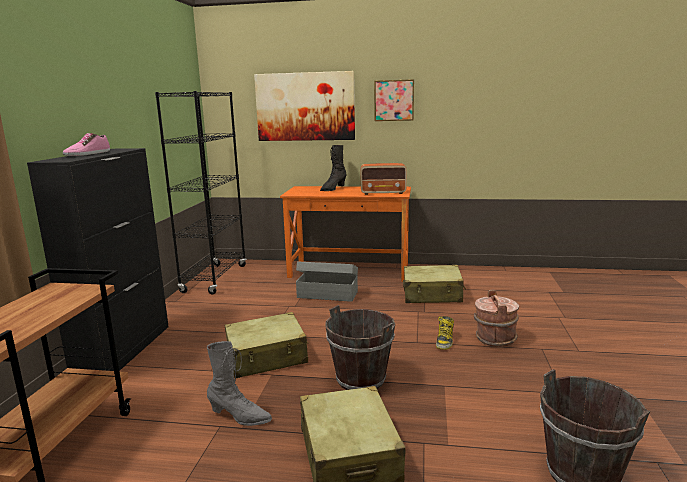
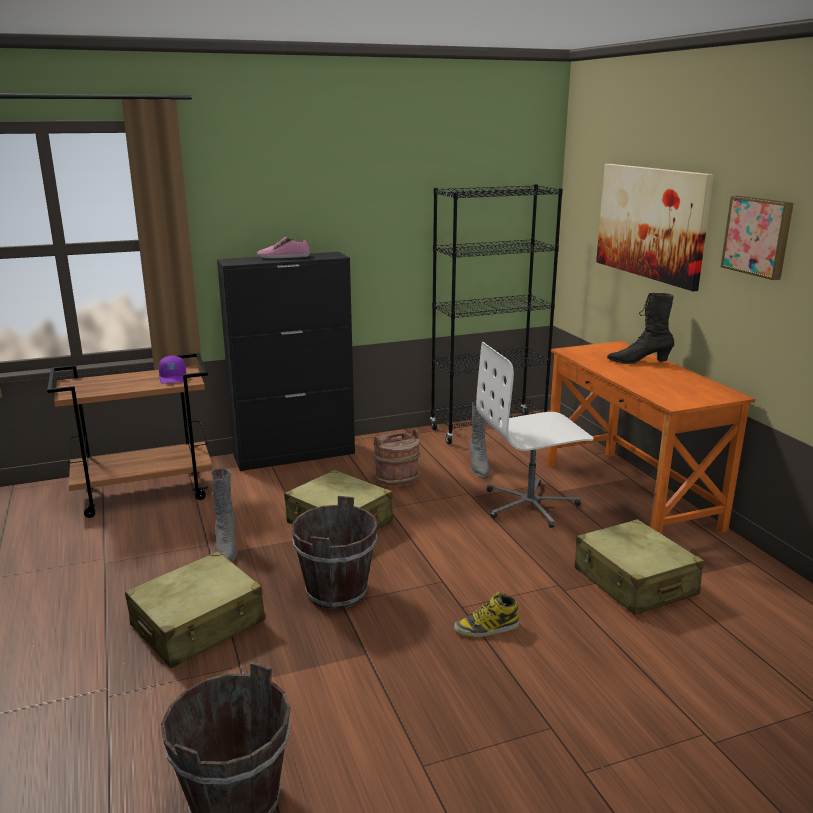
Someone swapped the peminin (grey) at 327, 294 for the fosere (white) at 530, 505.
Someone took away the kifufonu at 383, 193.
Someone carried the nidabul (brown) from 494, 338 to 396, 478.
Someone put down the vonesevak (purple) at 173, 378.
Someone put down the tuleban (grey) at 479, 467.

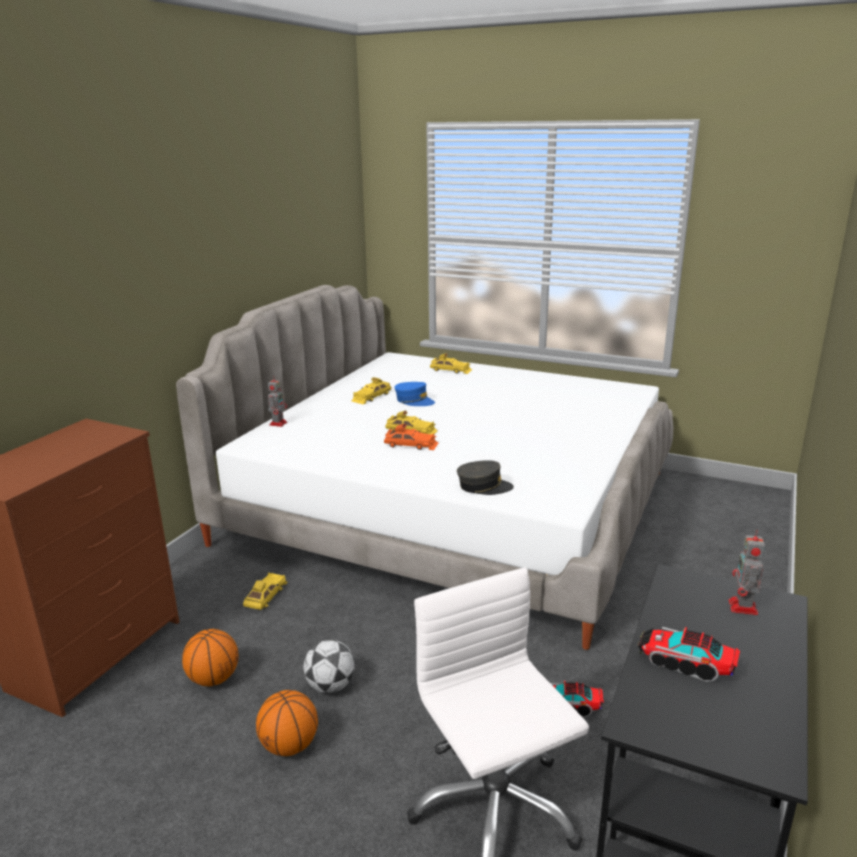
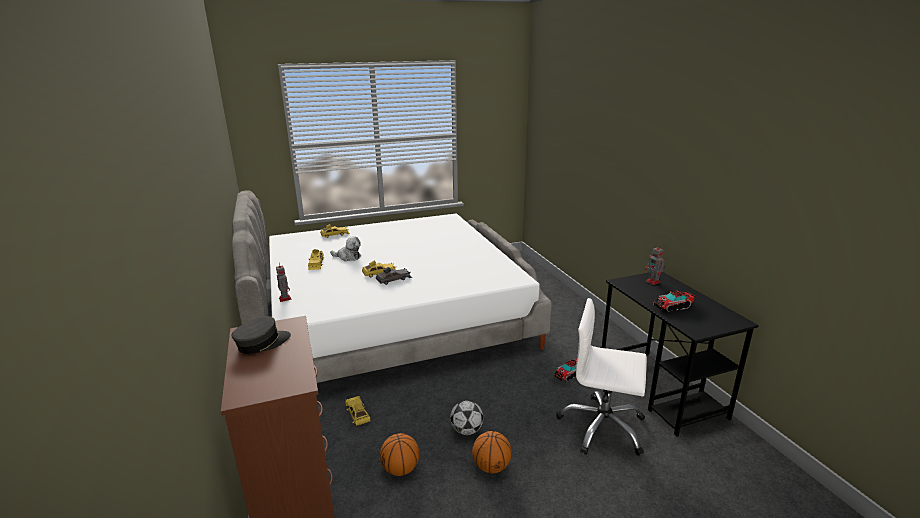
Someone repainted the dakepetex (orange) at 411, 445, which became the dakepetex (grey) at 394, 279.
Someone swapped the vonesevak (blue) at 414, 401 for the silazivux at 348, 257.
Someone carried the vonesevak (grey) from 484, 486 to 262, 343.

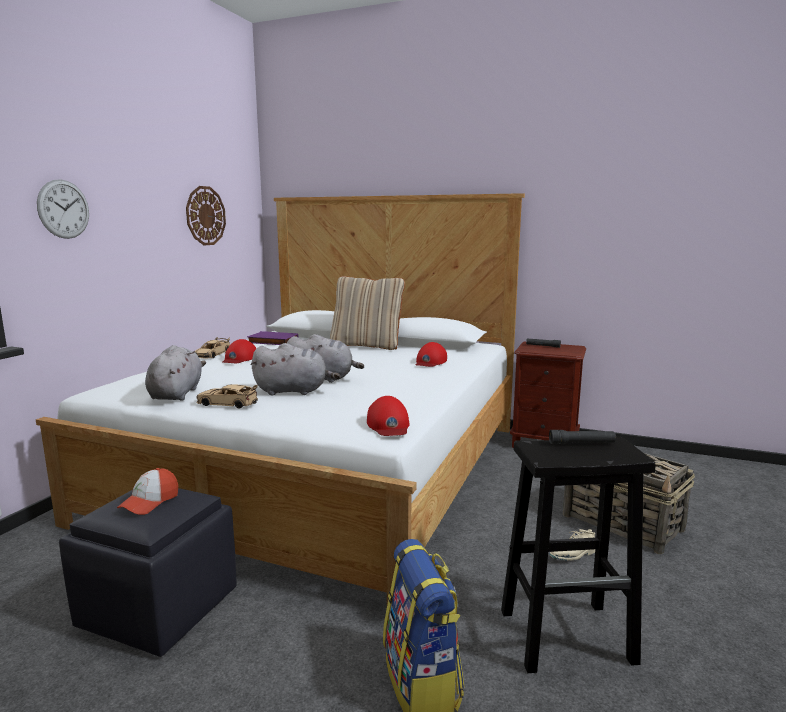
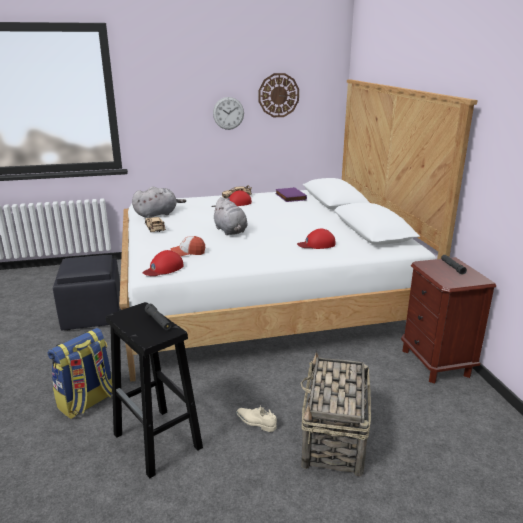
Someone carried the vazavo from 63, 209 to 228, 113.
Someone carried the vonesevak from 150, 502 to 188, 252.
Someone took away the silazivux (grey) at 294, 391.
Someone took away the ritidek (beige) at 367, 345.

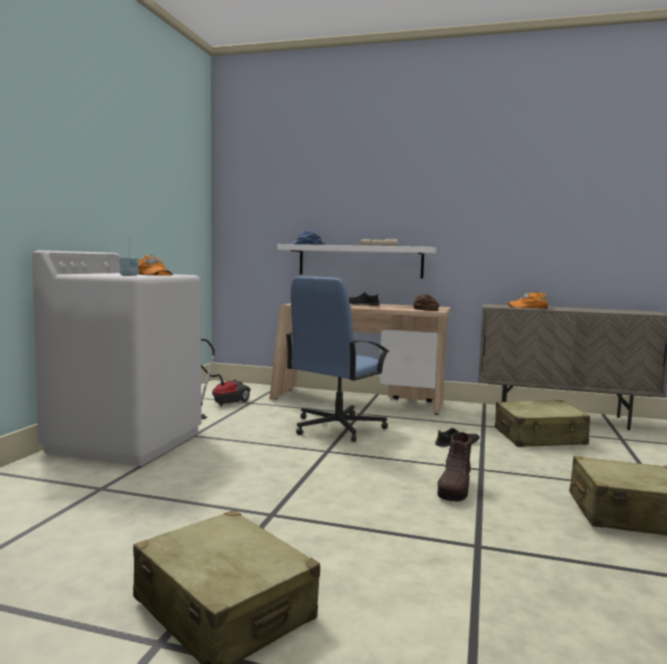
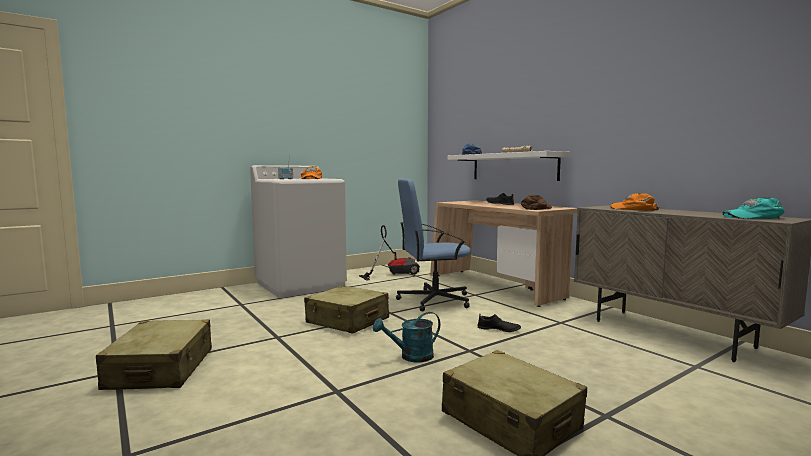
Someone swapped the tuleban (brown) at 454, 490 for the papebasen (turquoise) at 411, 357.
Someone carried the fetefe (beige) from 539, 437 to 347, 321.
Someone put down the vonesevak (turquoise) at 753, 217.

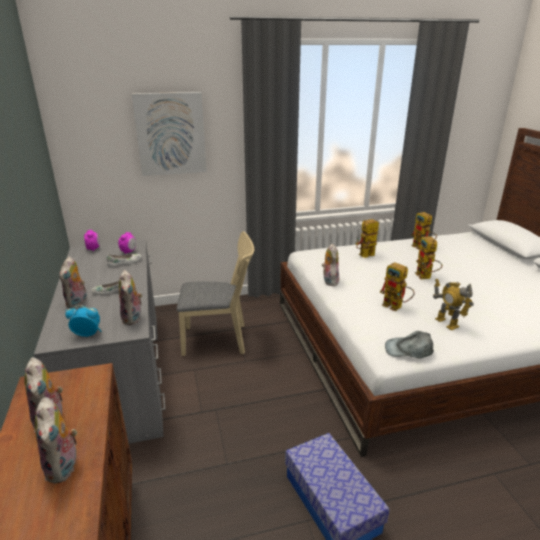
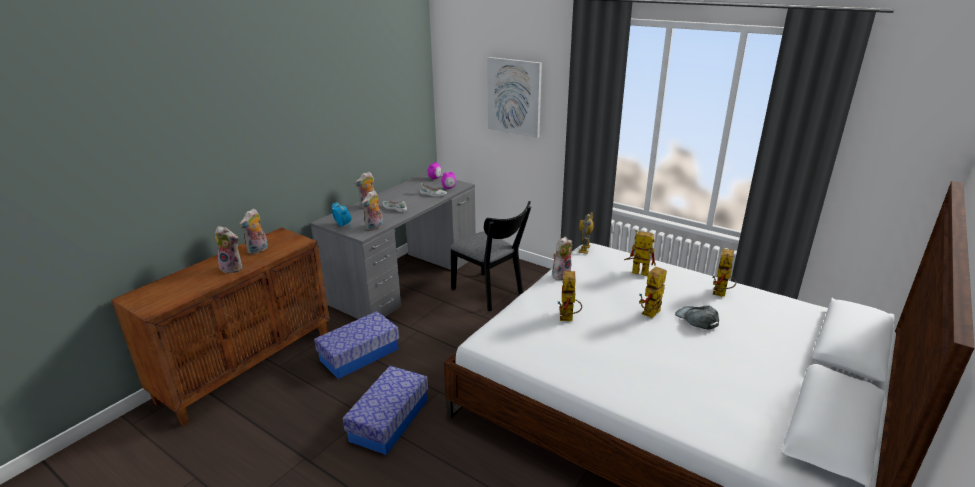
Someone rotated the silazivux at 64, 467 by 105 degrees counterclockwise.
Someone repainted the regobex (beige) at 220, 339, which became the regobex (black) at 490, 293.
Someone carried the vonesevak (grey) from 408, 349 to 697, 319.
Someone carried the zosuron from 446, 323 to 585, 249.
Someone put down the peminin at 359, 354.

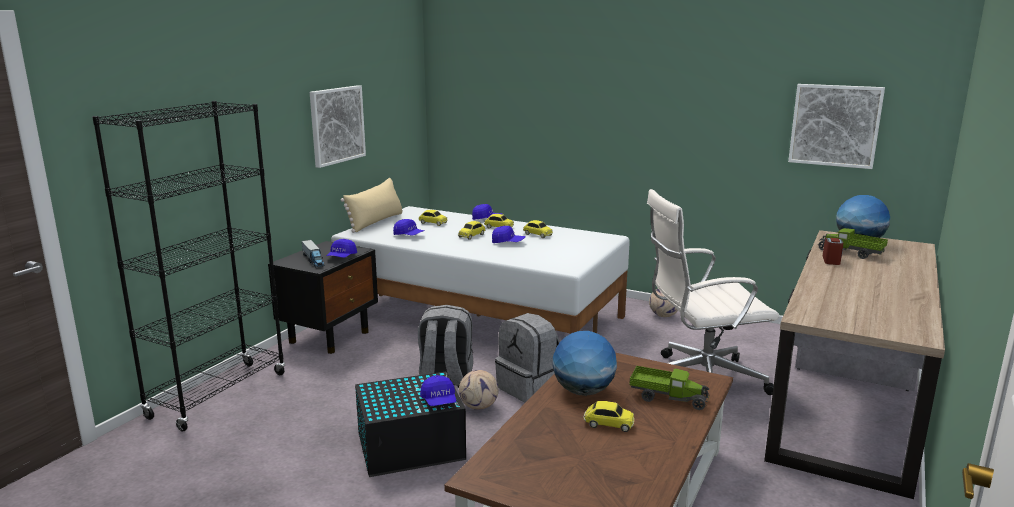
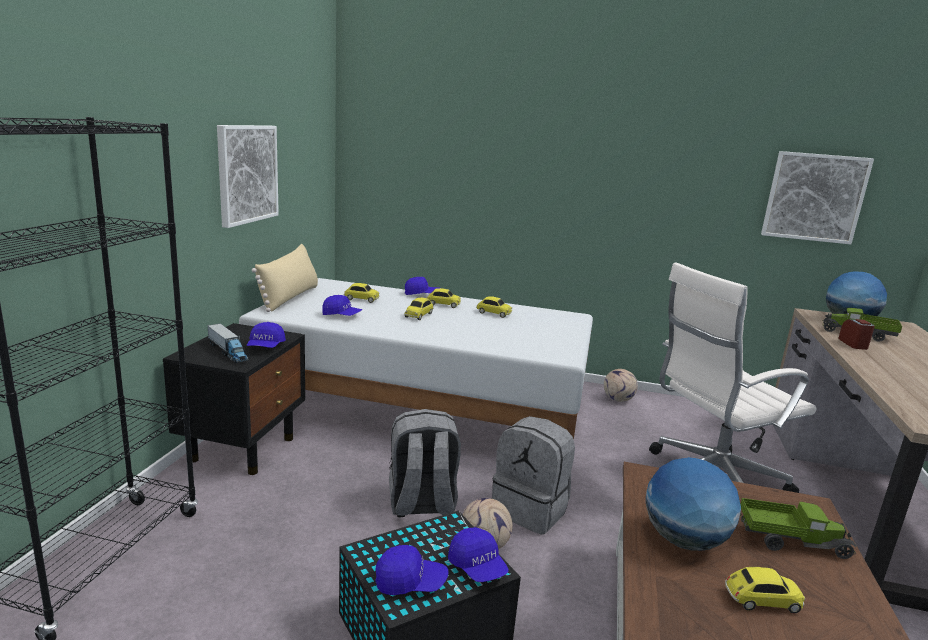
Someone carried the vonesevak (blue) from 508, 242 to 410, 582.

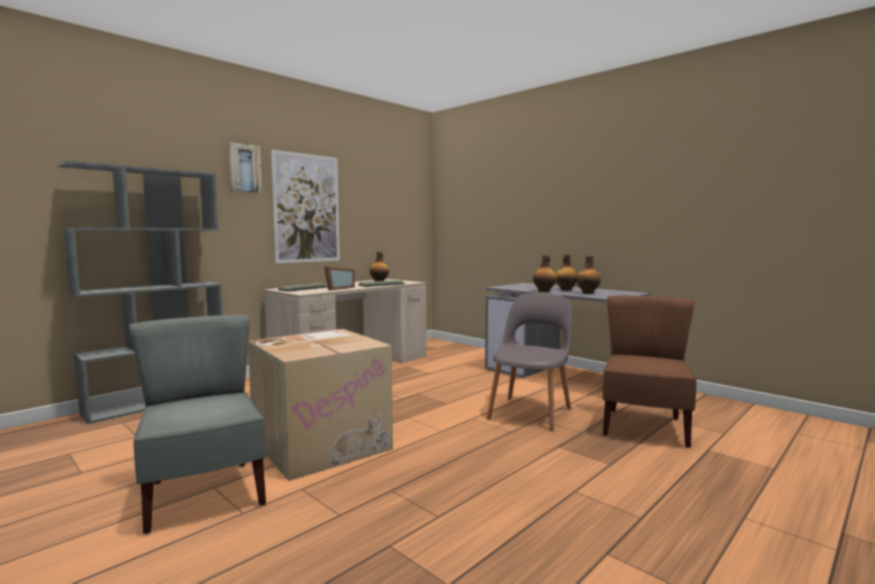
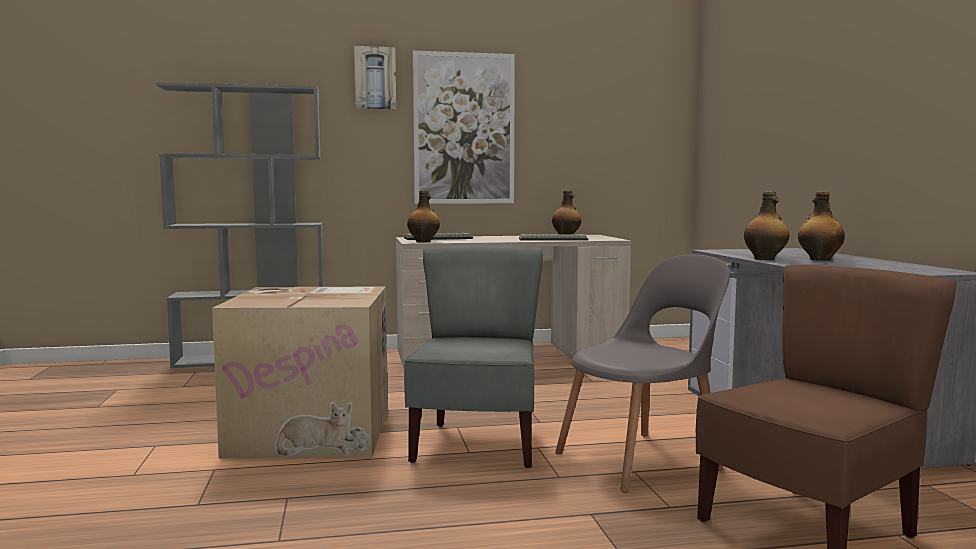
Someone carried the regobex (grey) from 204, 494 to 477, 444.
Someone took away the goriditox at 338, 288.
Someone carried the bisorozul from 588, 293 to 423, 241.

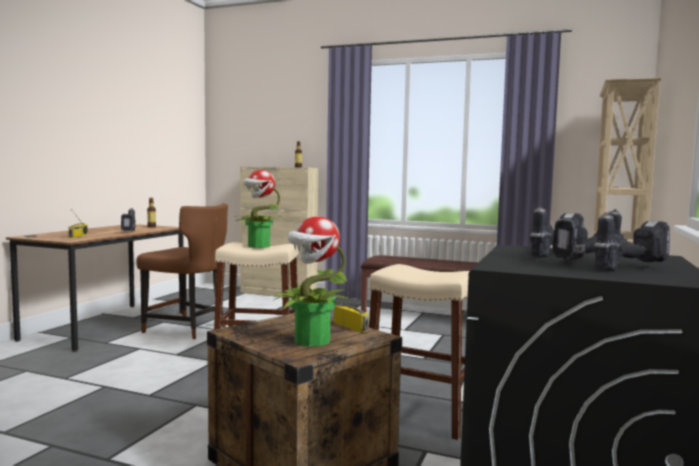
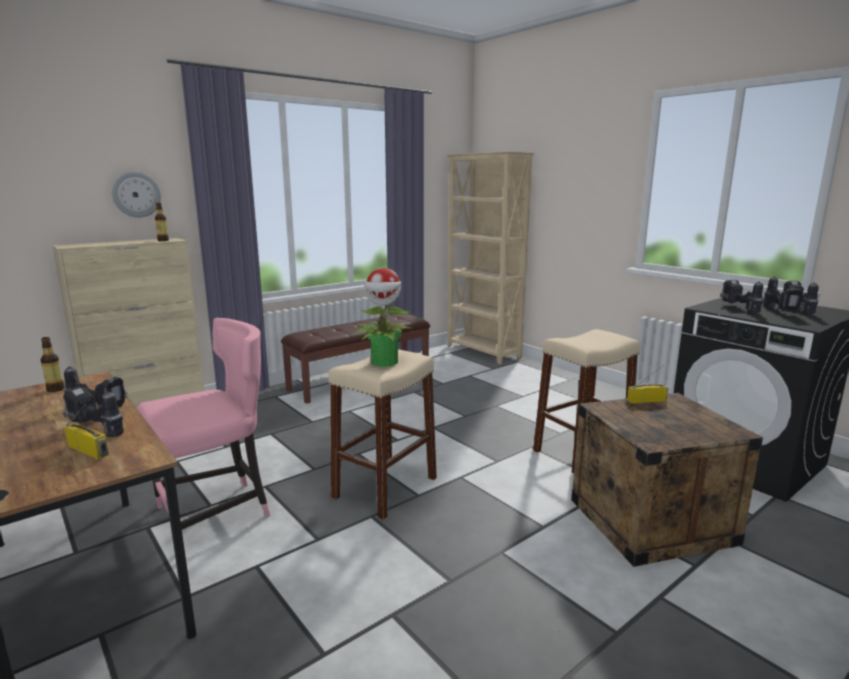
Someone repainted the regobex (brown) at 187, 329, which became the regobex (pink) at 216, 513.
Someone took away the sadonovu at 311, 341.
Someone put down the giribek at 94, 429.
Someone put up the vazavo at 136, 194.

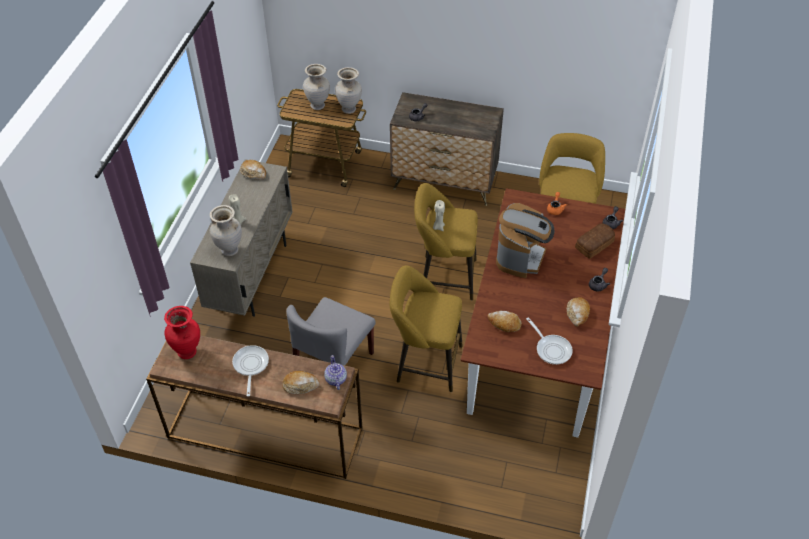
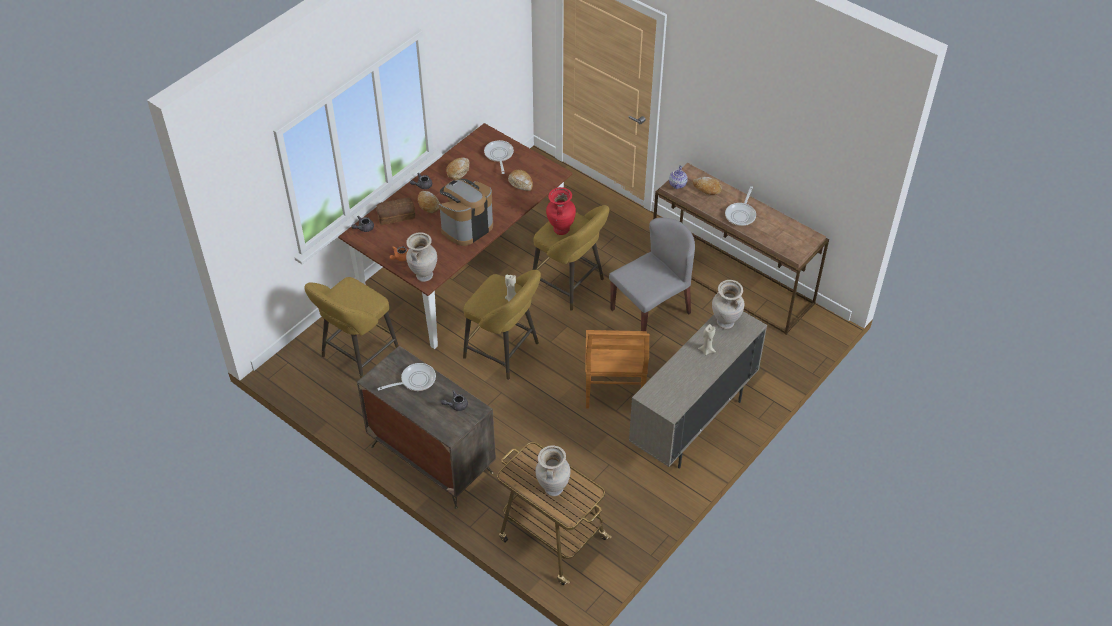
Someone carried the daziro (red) from 188, 351 to 560, 230.
Someone carried the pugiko from 254, 173 to 428, 204.
Someone carried the daziro (beige) from 349, 109 to 423, 276.
Someone put down the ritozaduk at 415, 380.
Someone put down the regobex (brown) at 614, 390.

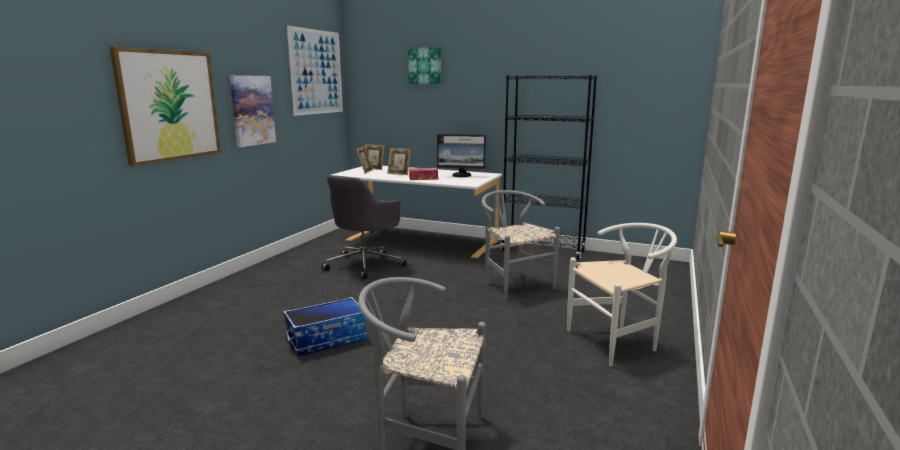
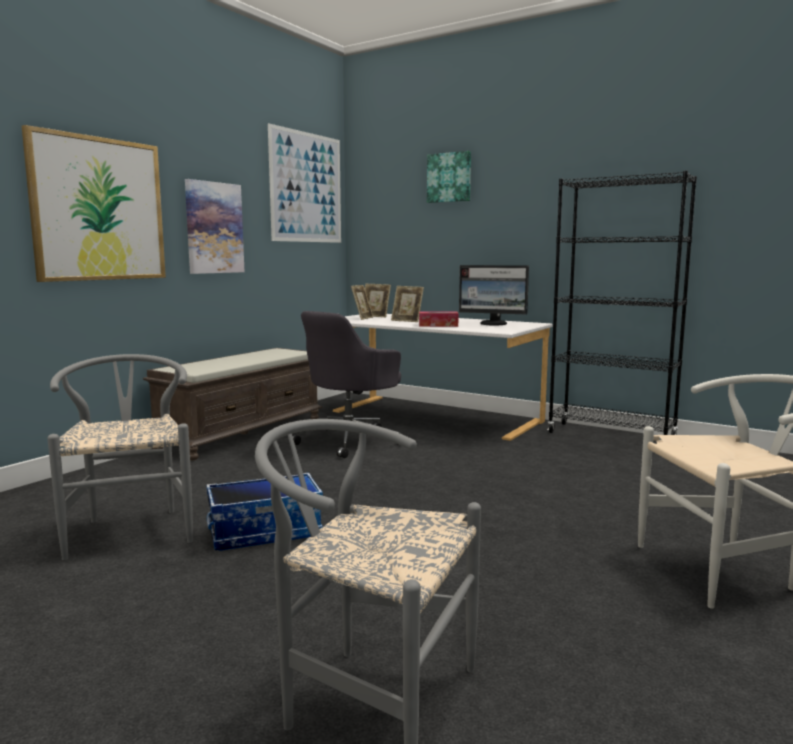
Someone carried the regobex (grey) from 514, 285 to 132, 529.
Someone put down the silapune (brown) at 242, 433.

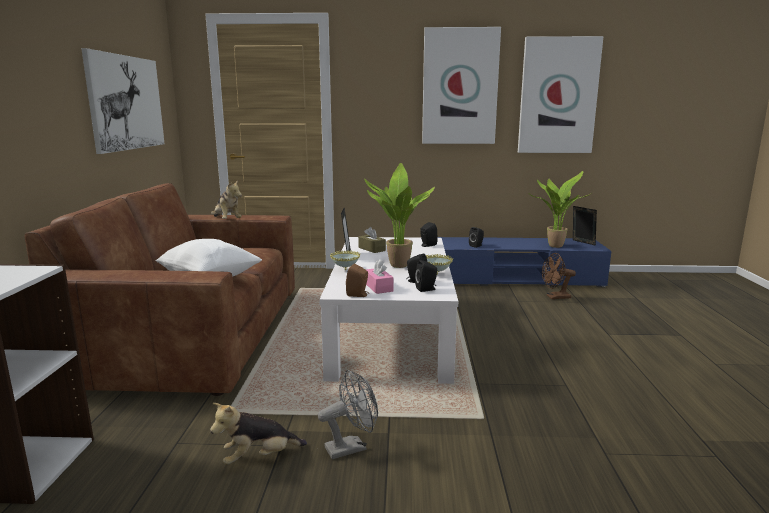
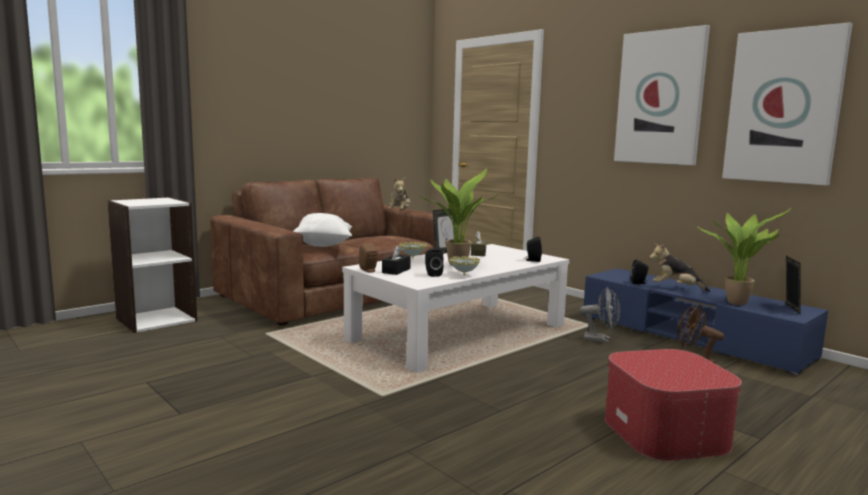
Someone took away the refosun at 126, 103.
Someone carried the silazivux from 259, 457 to 676, 288.
Someone carried the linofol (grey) from 351, 447 to 601, 340.
Someone repainted the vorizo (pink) at 378, 287, which became the vorizo (black) at 396, 271.
Someone took away the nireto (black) at 427, 289.
Someone put down the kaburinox at 666, 432.

